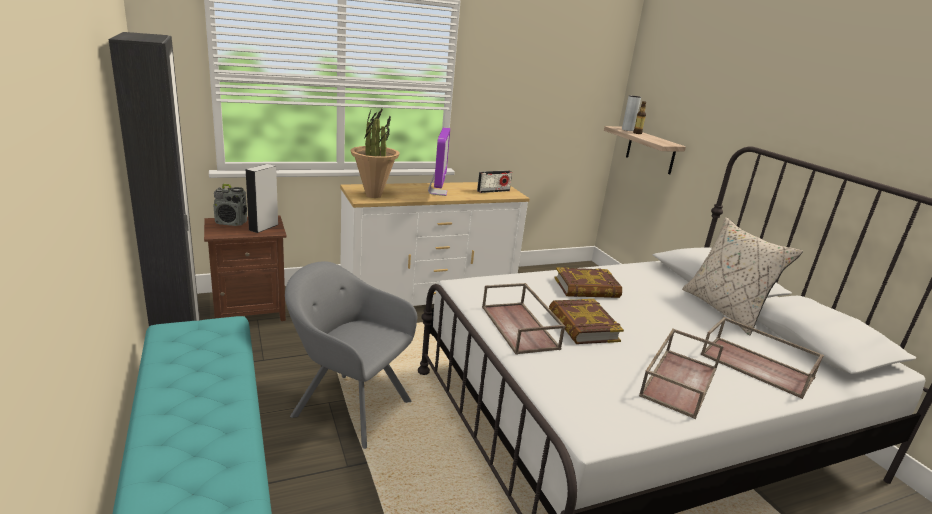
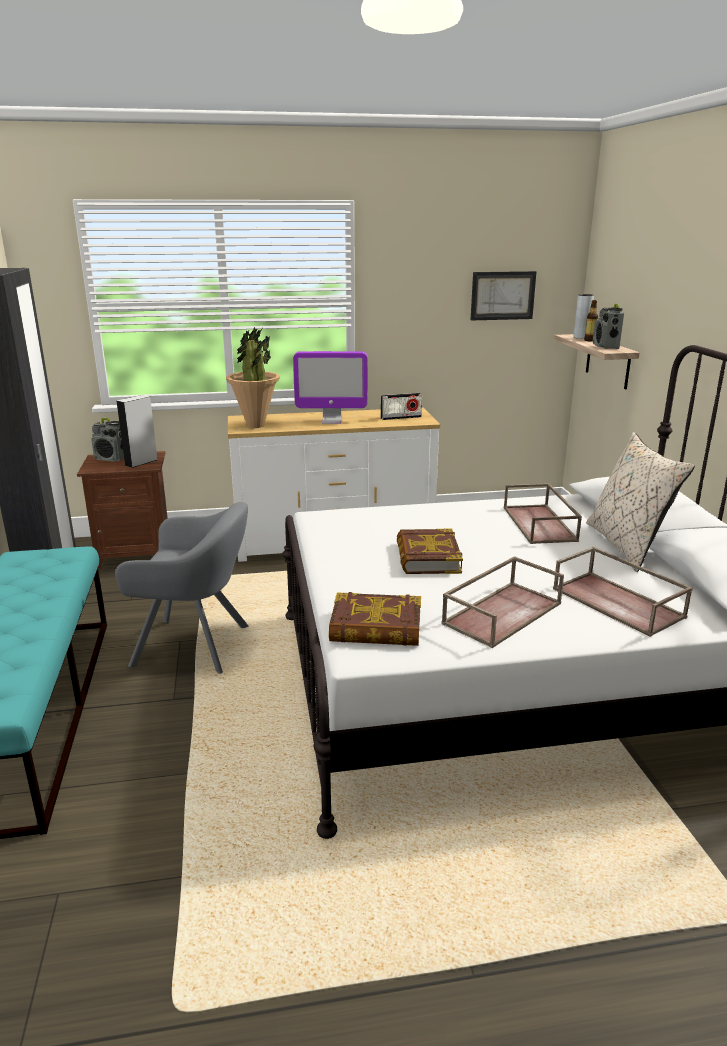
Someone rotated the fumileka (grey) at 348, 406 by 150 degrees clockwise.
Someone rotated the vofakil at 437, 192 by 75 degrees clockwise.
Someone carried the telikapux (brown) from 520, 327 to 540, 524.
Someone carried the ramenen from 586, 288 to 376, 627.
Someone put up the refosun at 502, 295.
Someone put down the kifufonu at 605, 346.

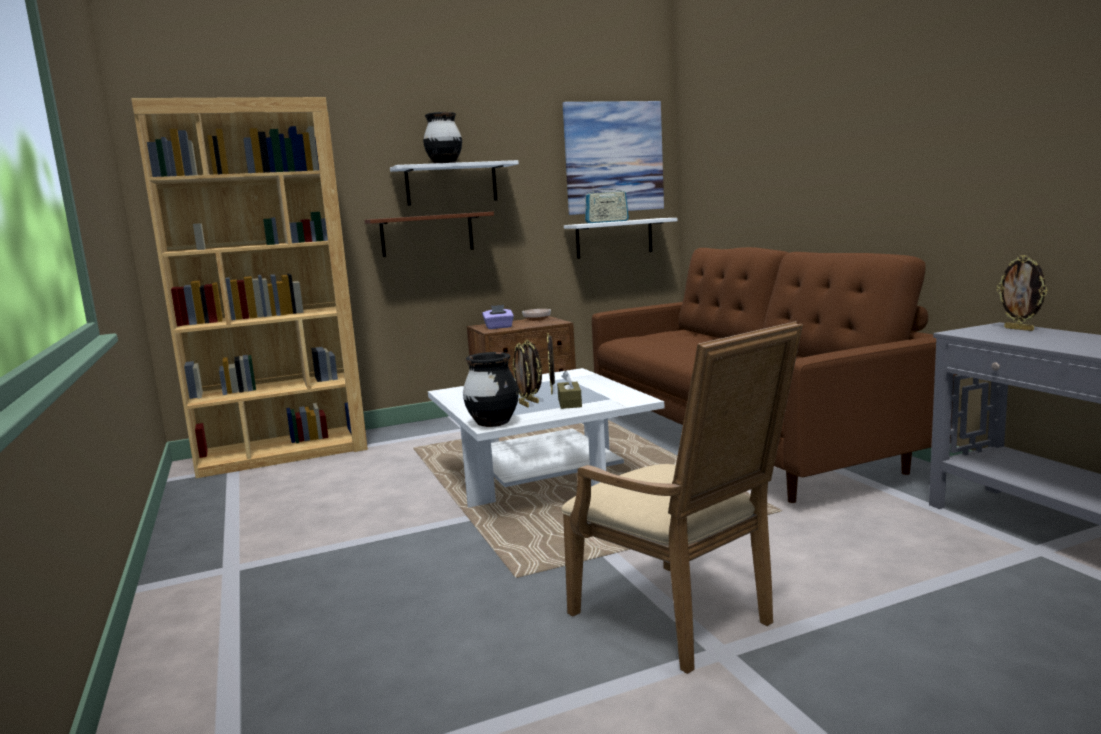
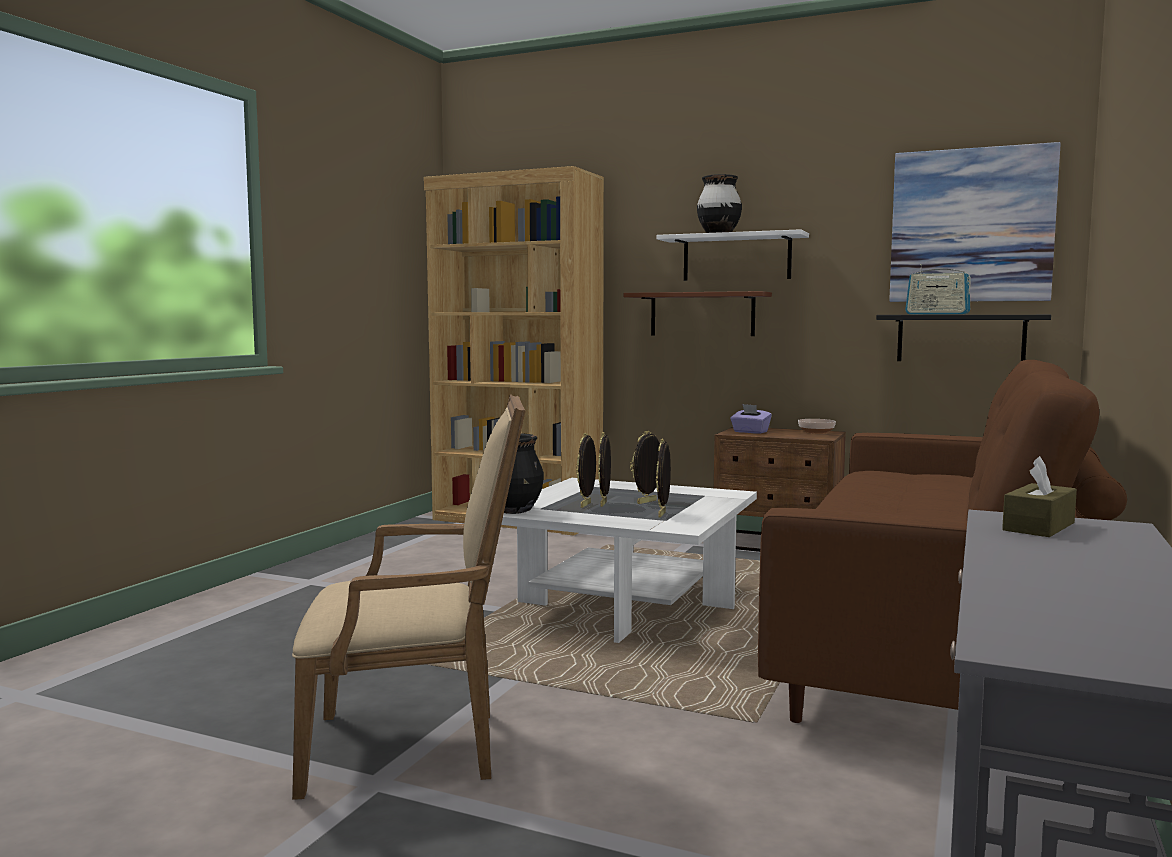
Someone carried the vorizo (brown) from 569, 403 to 1038, 526.
Someone rotated the fumileka (beige) at 682, 620 by 105 degrees counterclockwise.
Someone repainted the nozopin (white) at 614, 238, which became the nozopin (black) at 960, 338.
Someone carried the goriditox from 1019, 329 to 663, 514.

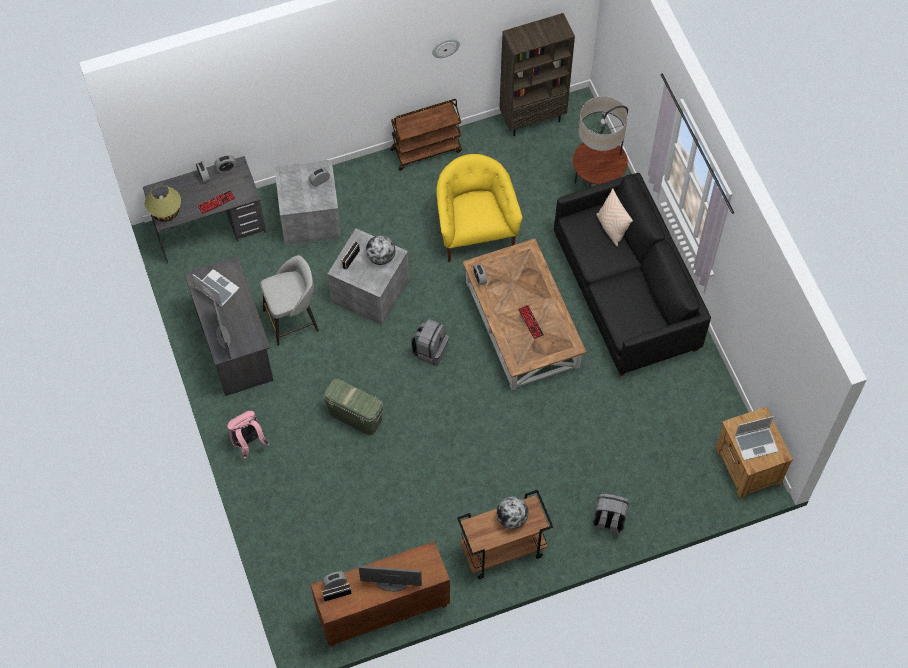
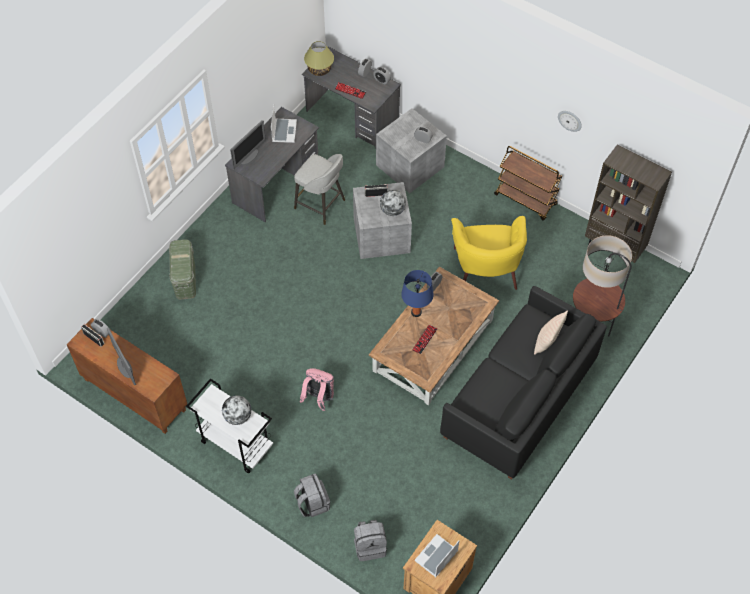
Someone carried the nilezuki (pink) from 248, 443 to 318, 398.
Someone carried the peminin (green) from 355, 416 to 185, 279.
Someone carried the nilezuki (grey) from 430, 350 to 370, 546.
Someone rotated the fumileka (yellow) at 475, 230 by 135 degrees clockwise.
Someone repainted the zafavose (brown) at 502, 551, which became the zafavose (white) at 235, 444.
Someone rotated the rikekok at 756, 443 by 90 degrees clockwise.
Someone put down the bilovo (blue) at 416, 312.

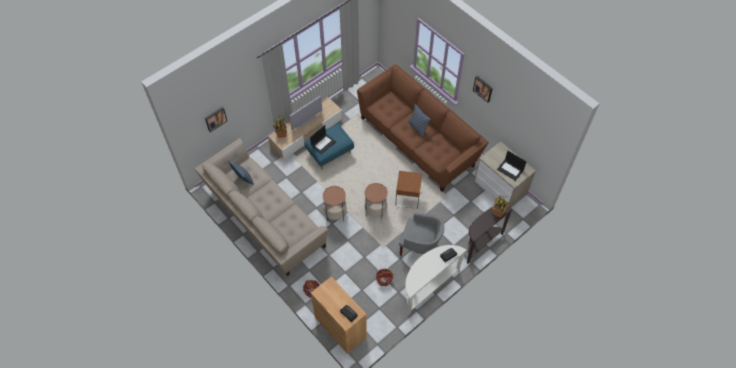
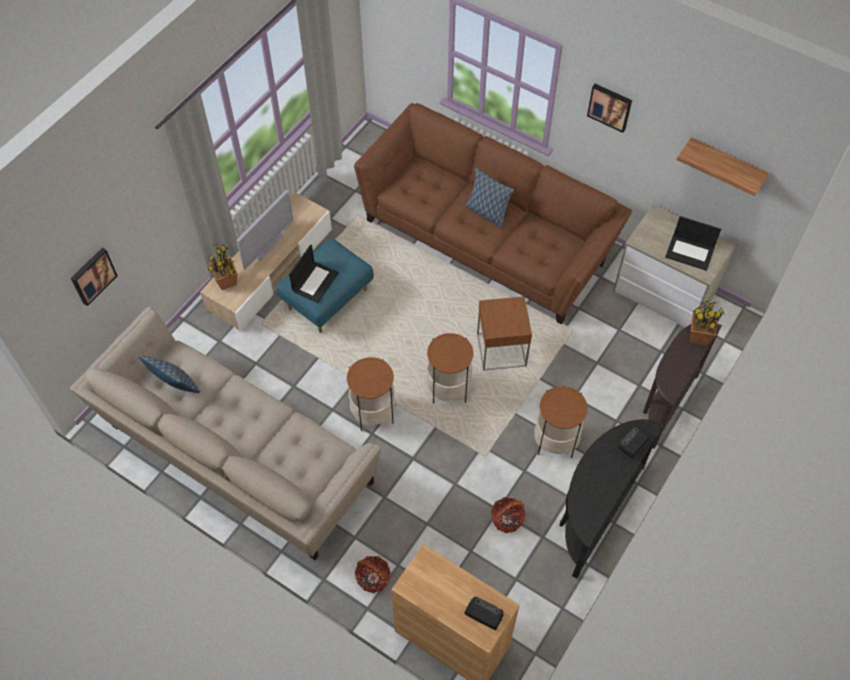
Someone swapped the fumileka (grey) at 420, 248 for the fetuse at 555, 441.
Someone repainted the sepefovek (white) at 427, 286, which became the sepefovek (black) at 594, 511.
Someone put up the nozopin at 726, 164.

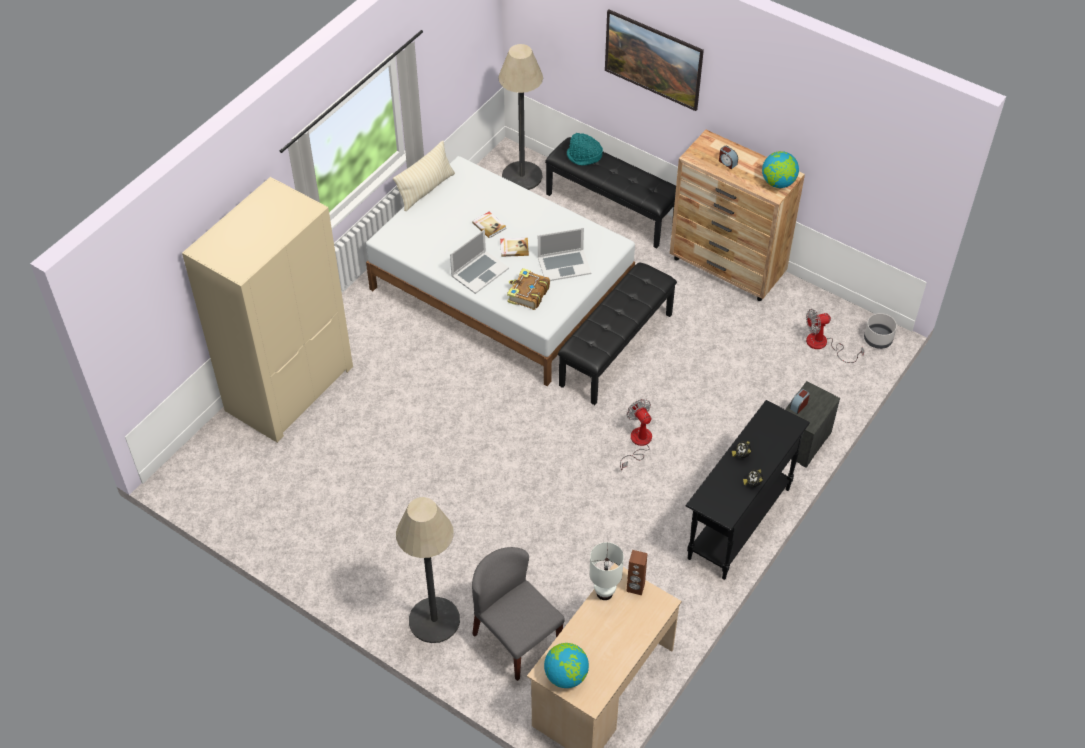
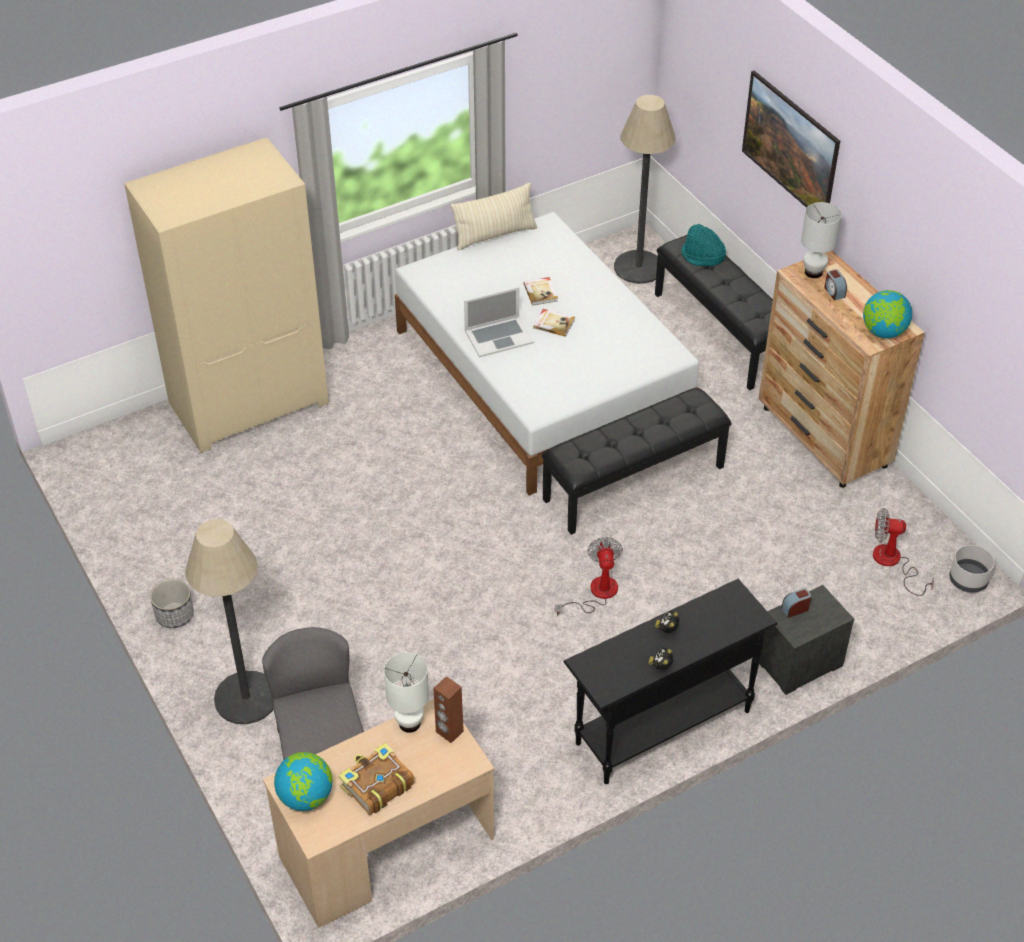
Someone carried the ramenen from 527, 294 to 376, 785.
Someone took away the rikekok at 564, 265.
Someone put down the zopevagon at 174, 615.
Someone put down the bilovo (white) at 813, 272.

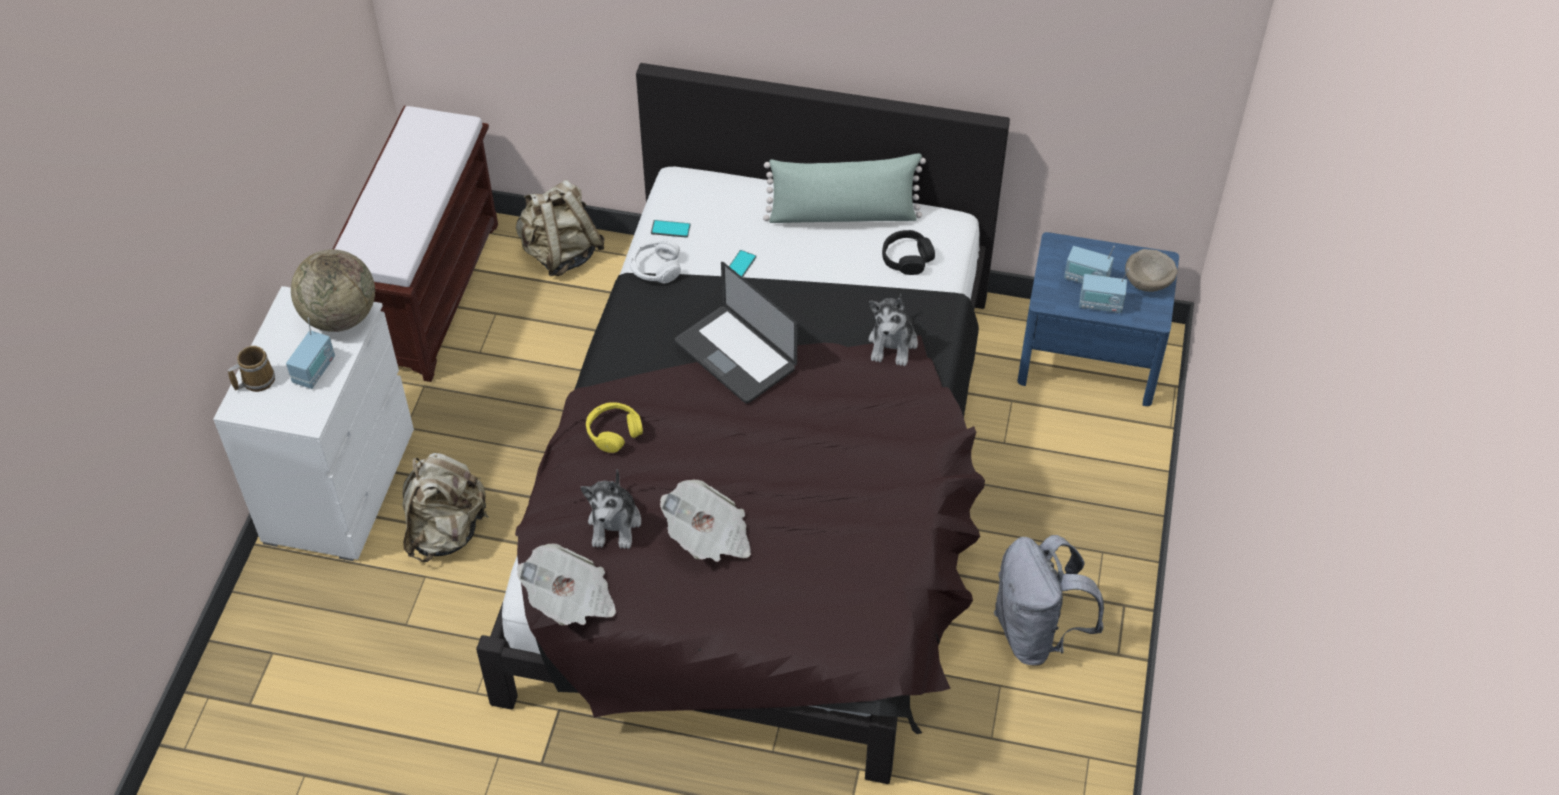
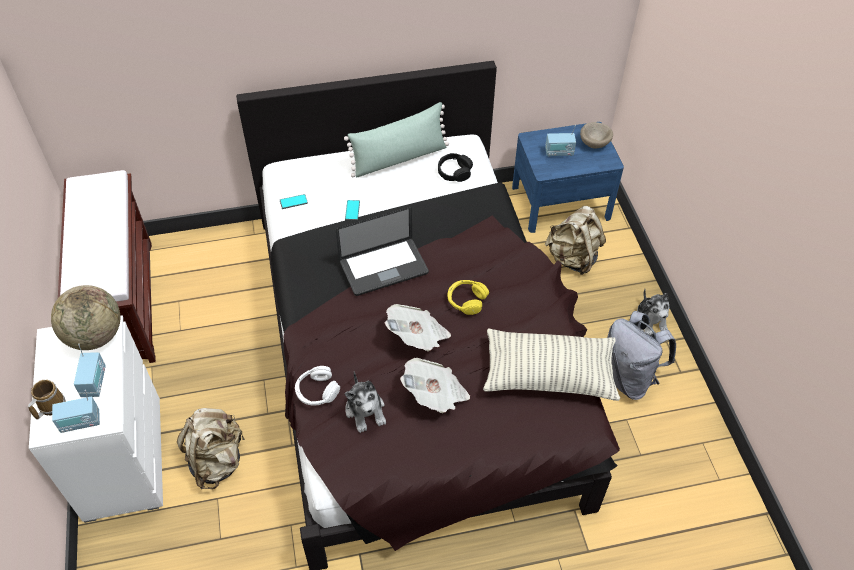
Someone carried the nilezuki (beige) from 561, 254 to 572, 258.
Someone carried the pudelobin from 571, 600 to 418, 337.
Someone carried the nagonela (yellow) from 613, 432 to 466, 300.
Someone carried the nagonela (white) from 655, 268 to 317, 391.
Someone rotated the rikekok at 735, 356 by 45 degrees counterclockwise.
Someone carried the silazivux from 893, 343 to 650, 320.
Someone carried the kifufonu from 1100, 305 to 80, 422.
Someone put down the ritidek at 549, 374.

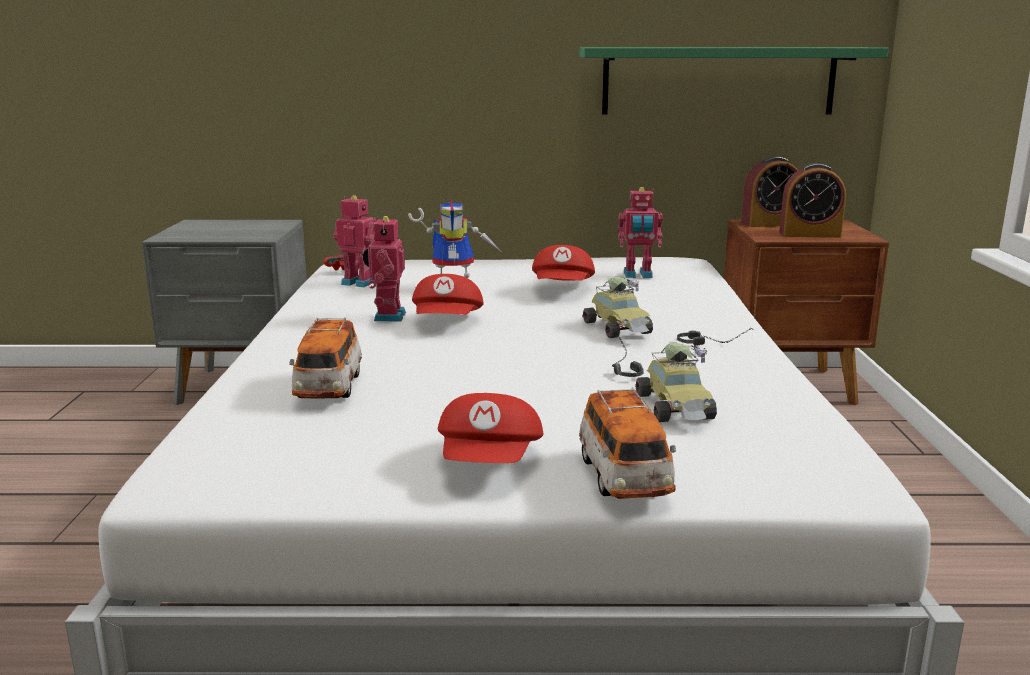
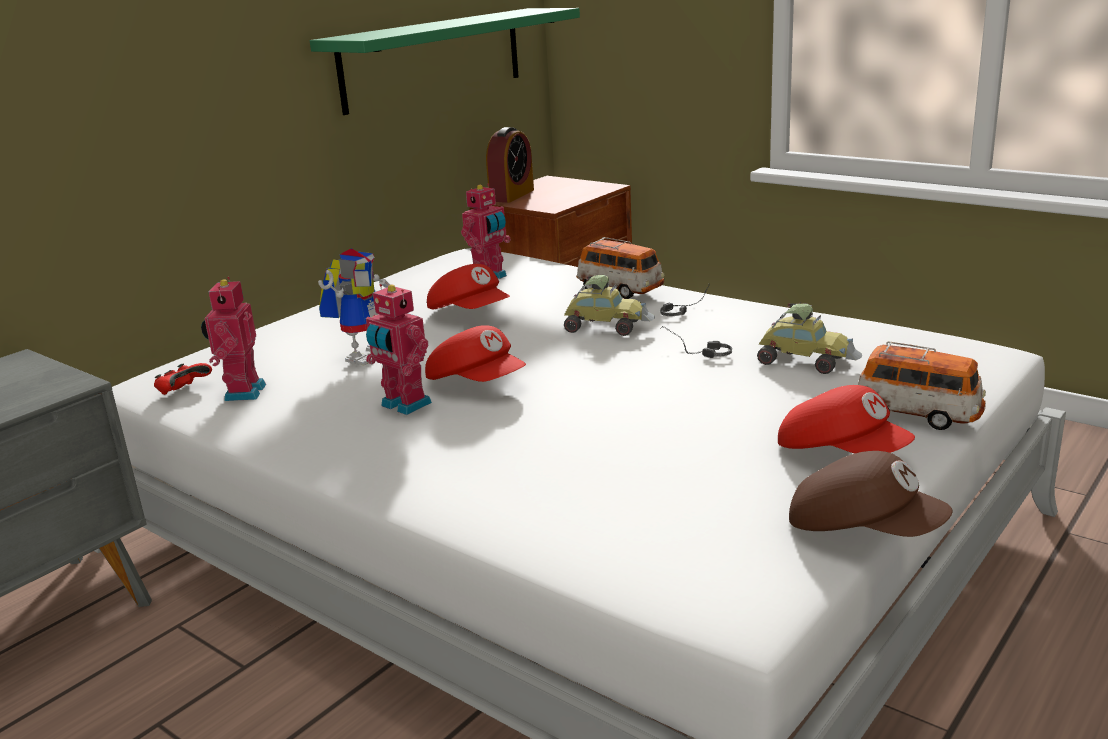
Someone carried the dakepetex from 329, 388 to 620, 290.
Someone rotated the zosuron at 360, 282 by 60 degrees counterclockwise.
Someone took away the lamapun at 809, 234.
Someone put down the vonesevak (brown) at 863, 529.

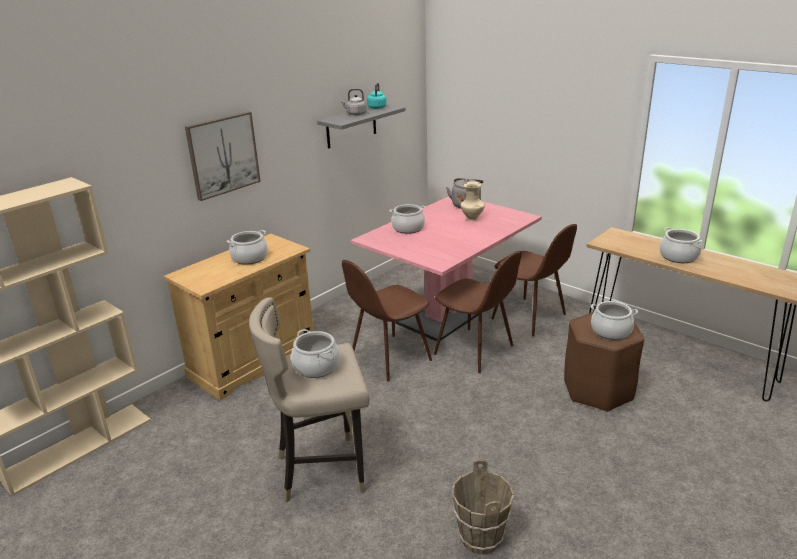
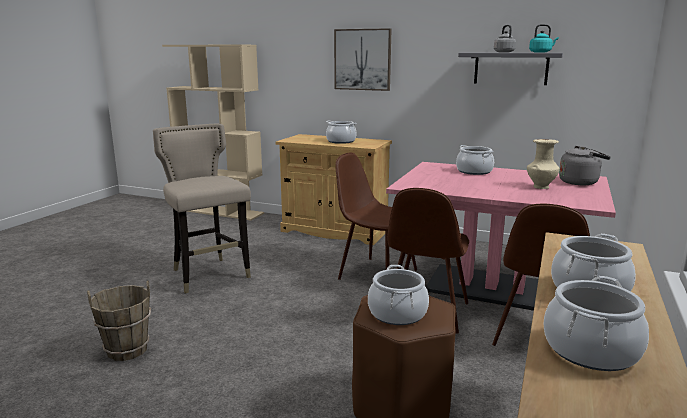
Someone carried the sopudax from 316, 367 to 591, 350.

